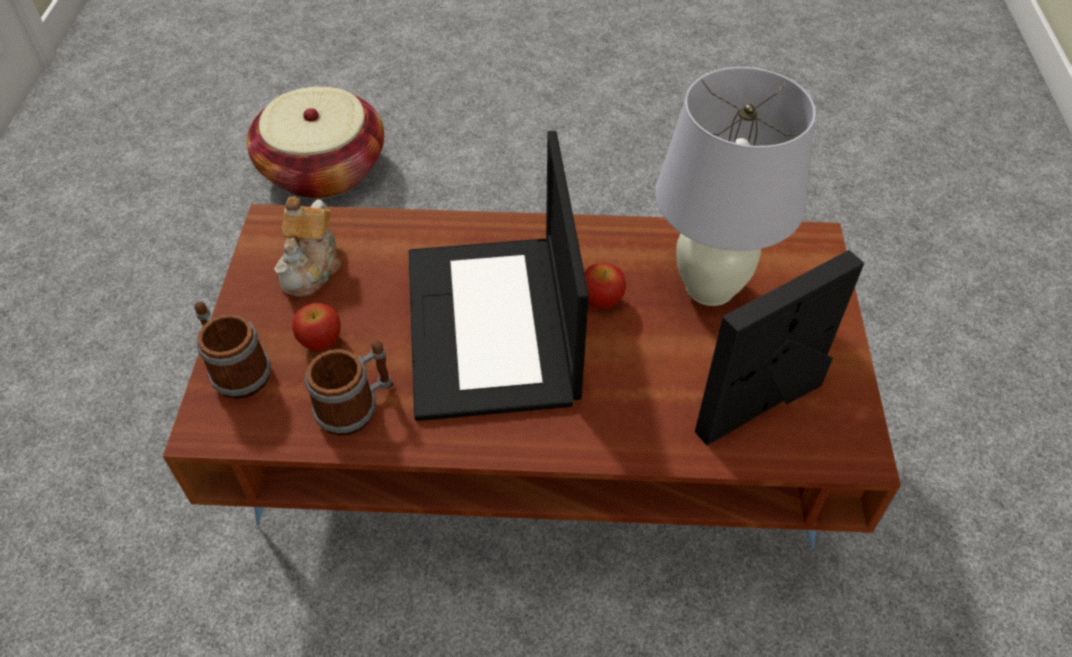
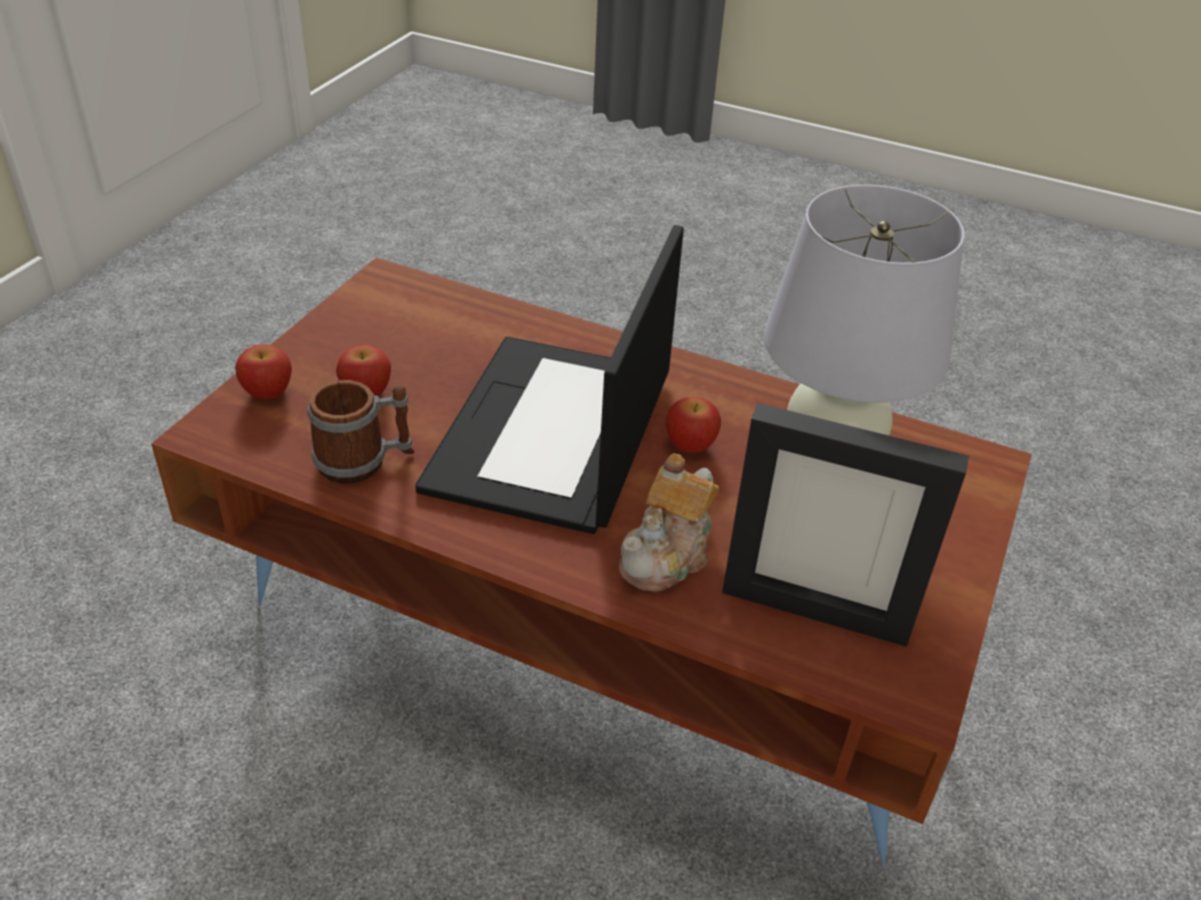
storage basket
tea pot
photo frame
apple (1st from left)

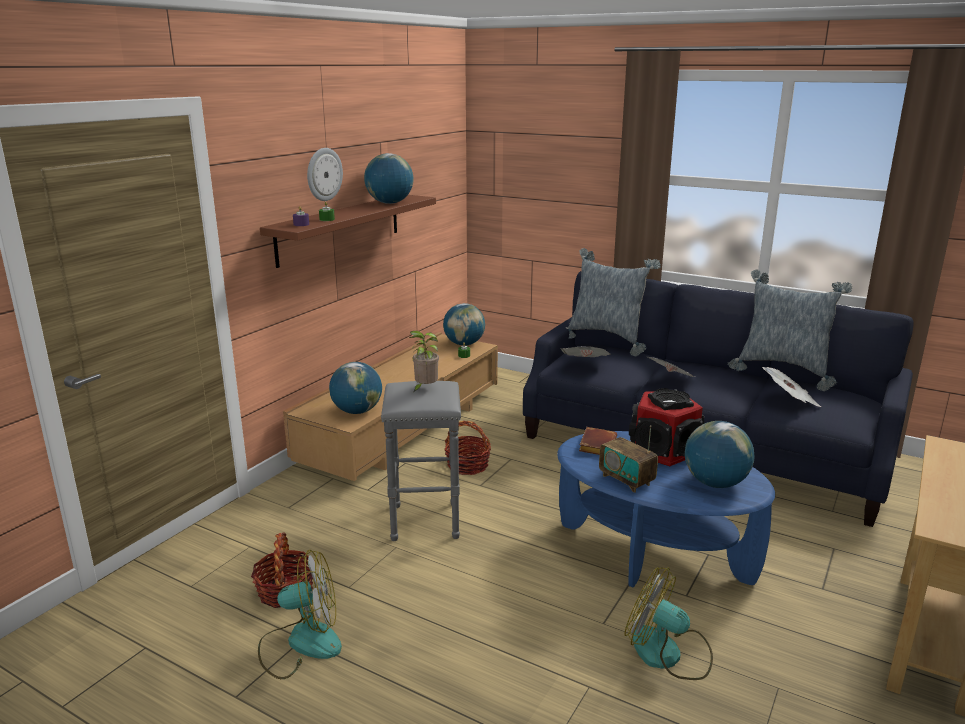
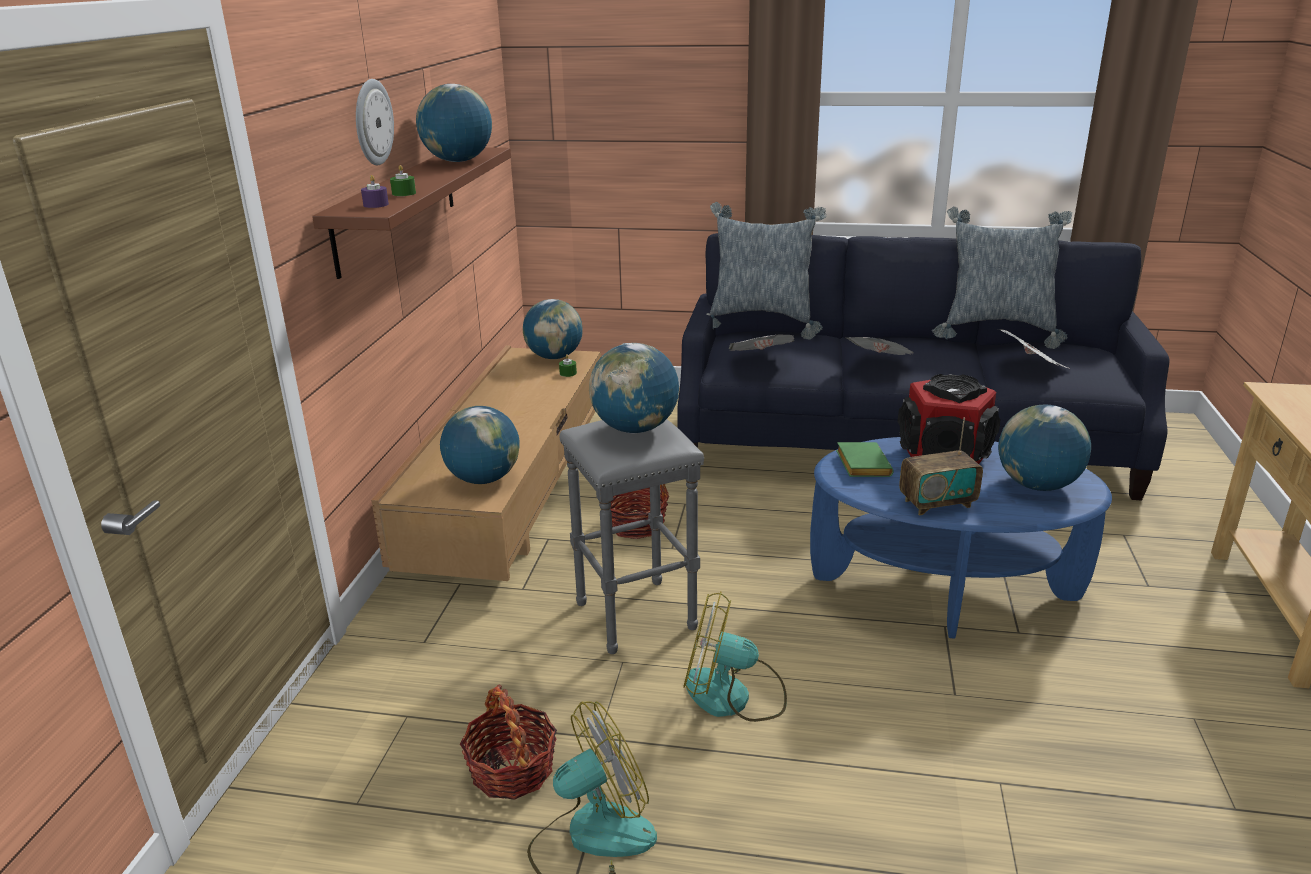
desk globe (4th from left)
radio
green-coloured book
electric fan (2nd from left)

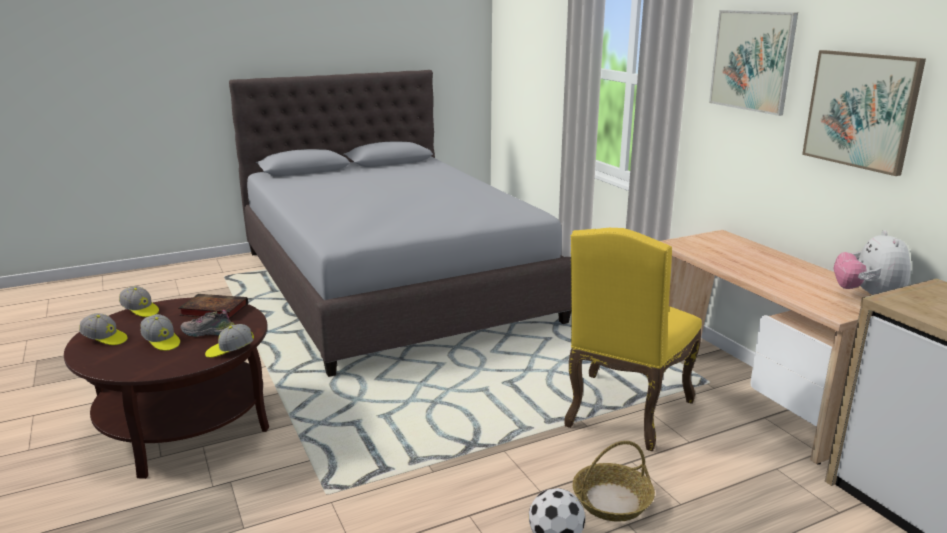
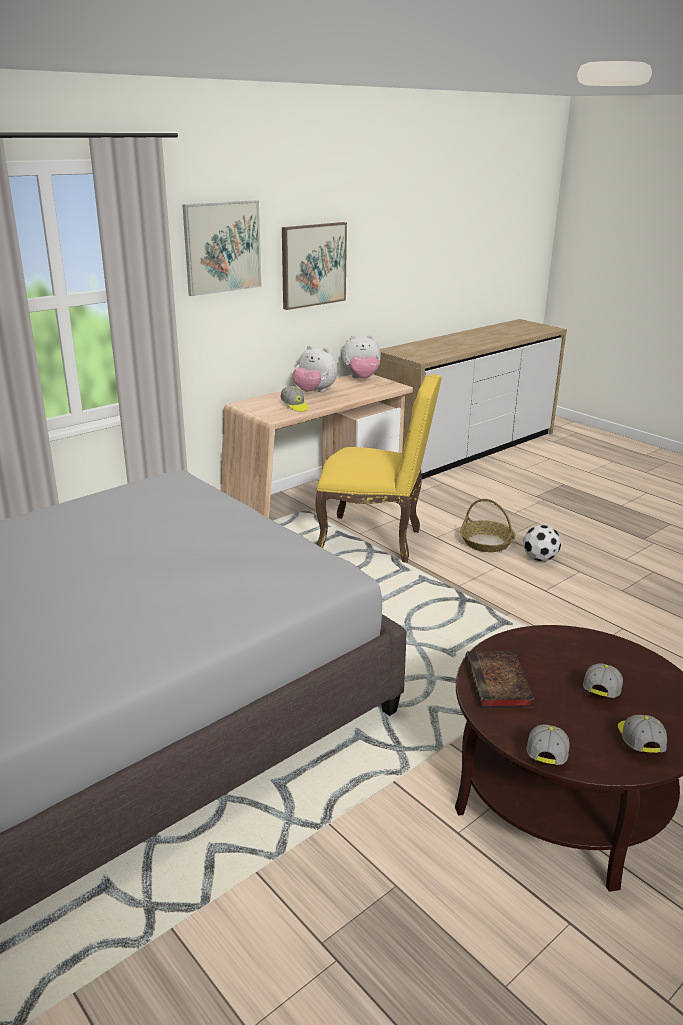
low shoe
peaked cap (1st from left)
soft toy (1st from left)

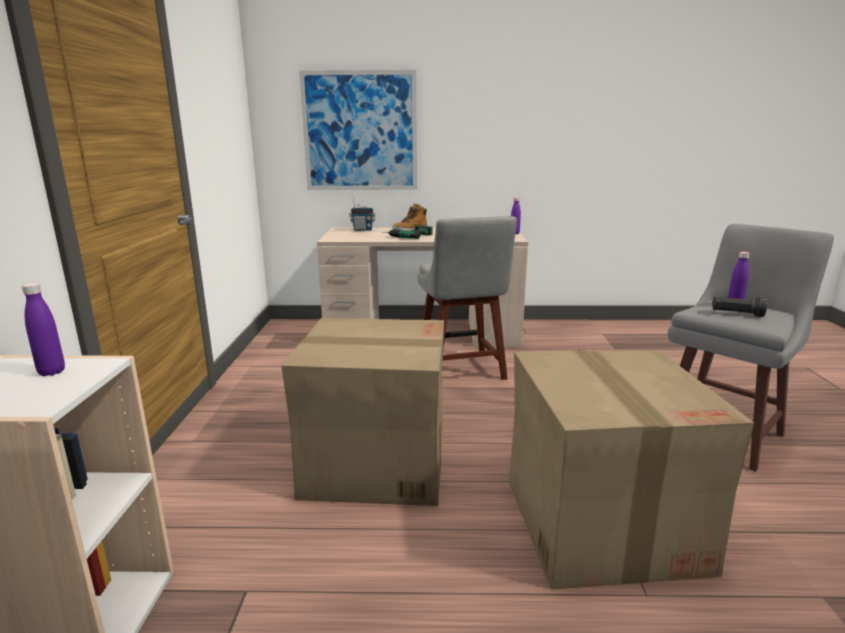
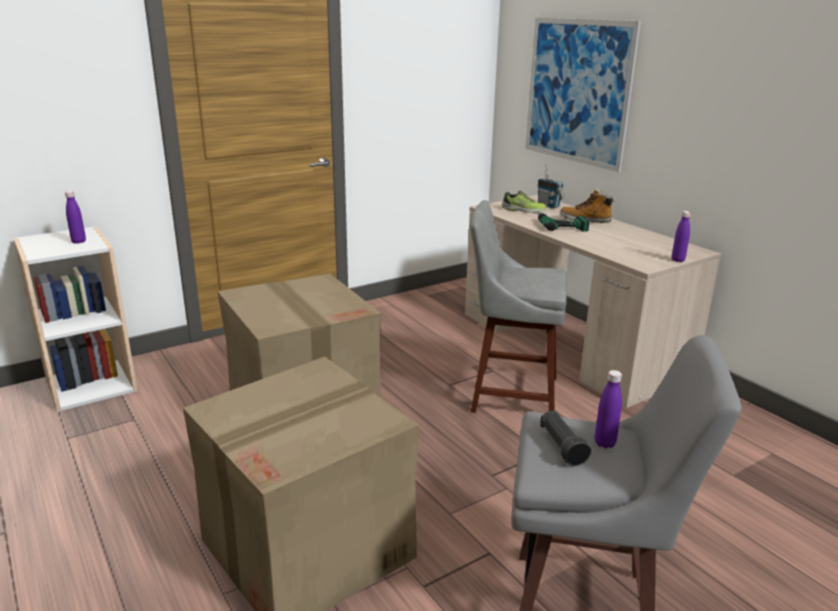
greyish chair
low shoe

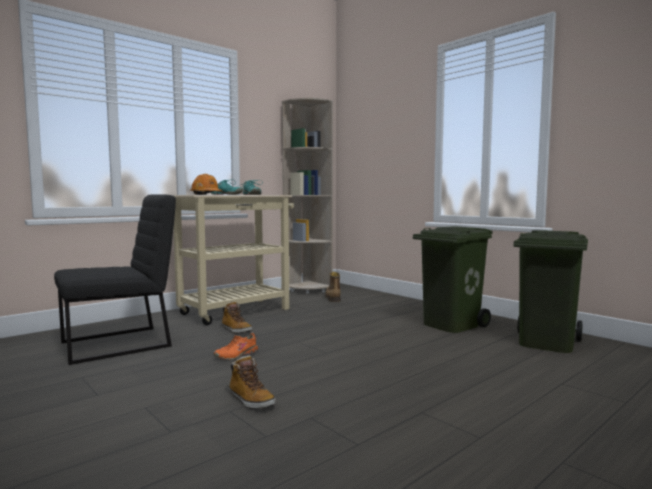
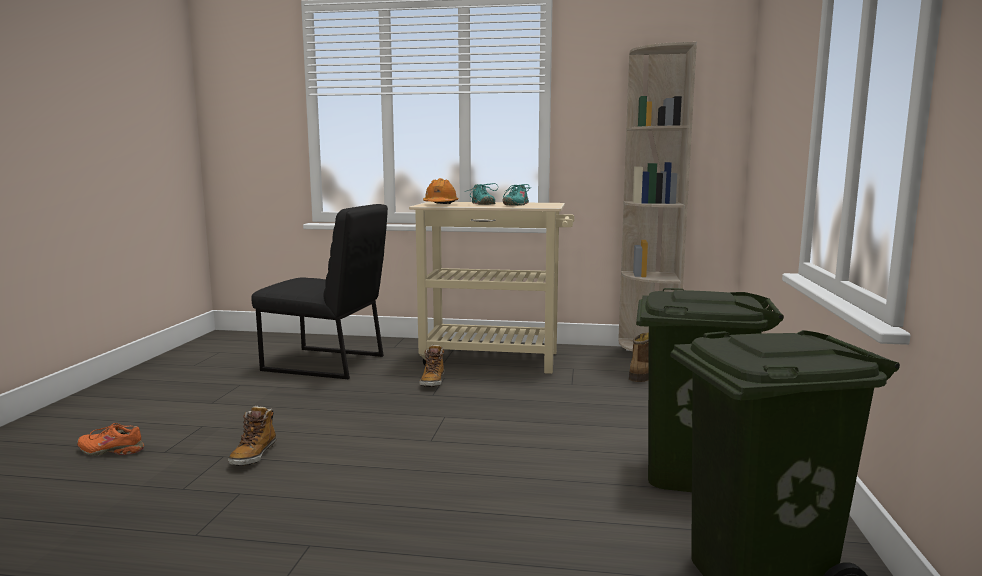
orange-coloured low shoe

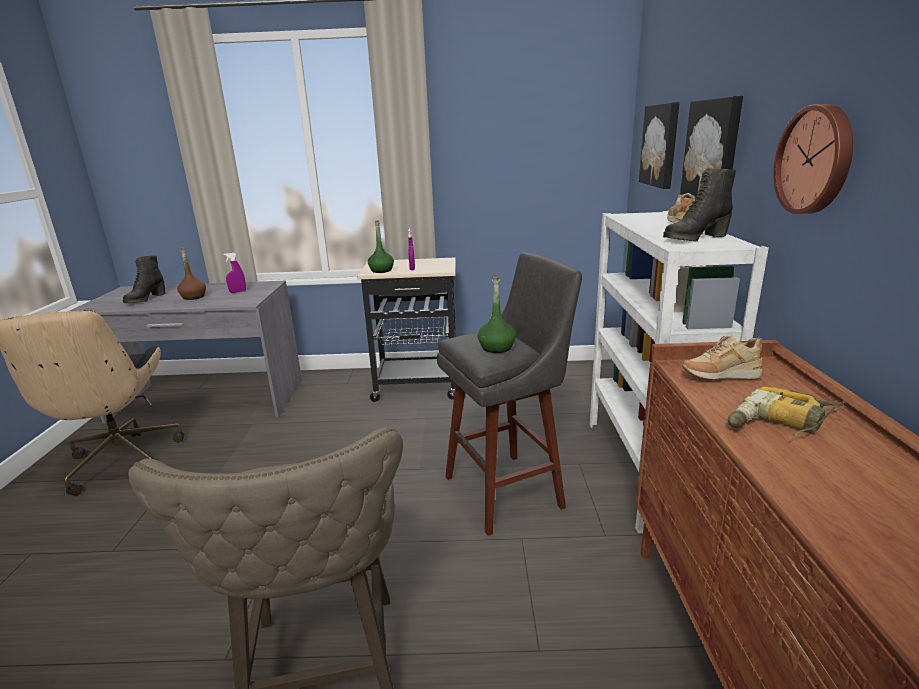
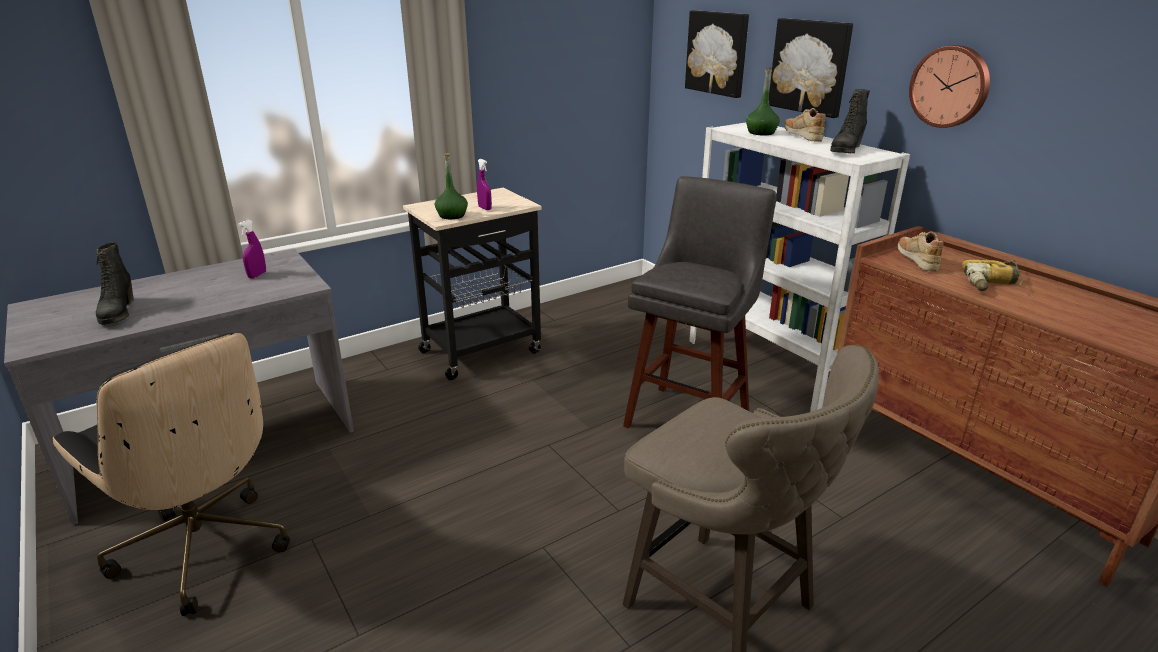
brown bottle
green-coloured bottle (2nd from left)
beige low shoe (2nd from left)

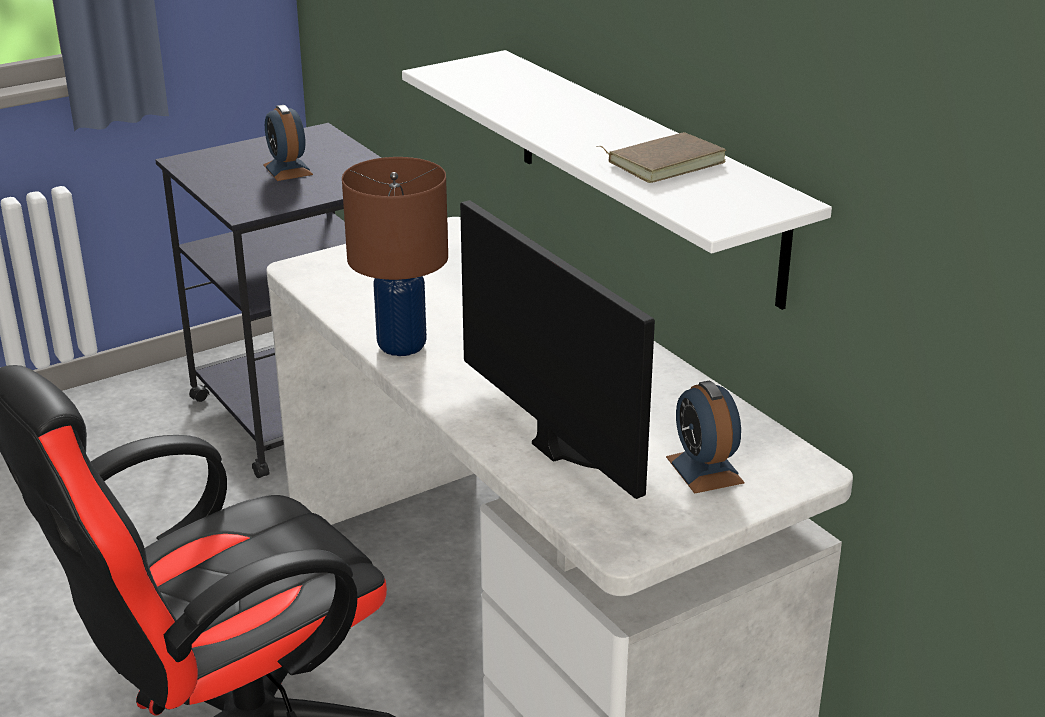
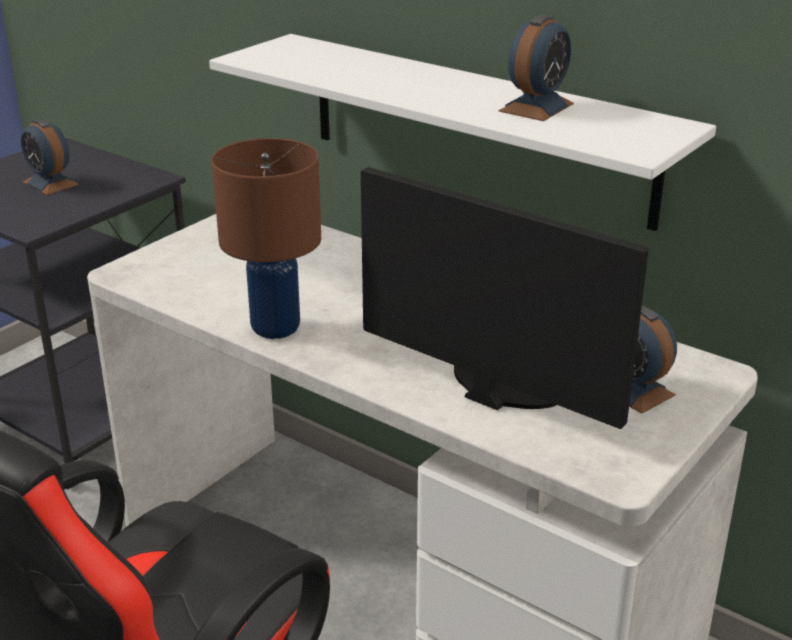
table clock (2nd from left)

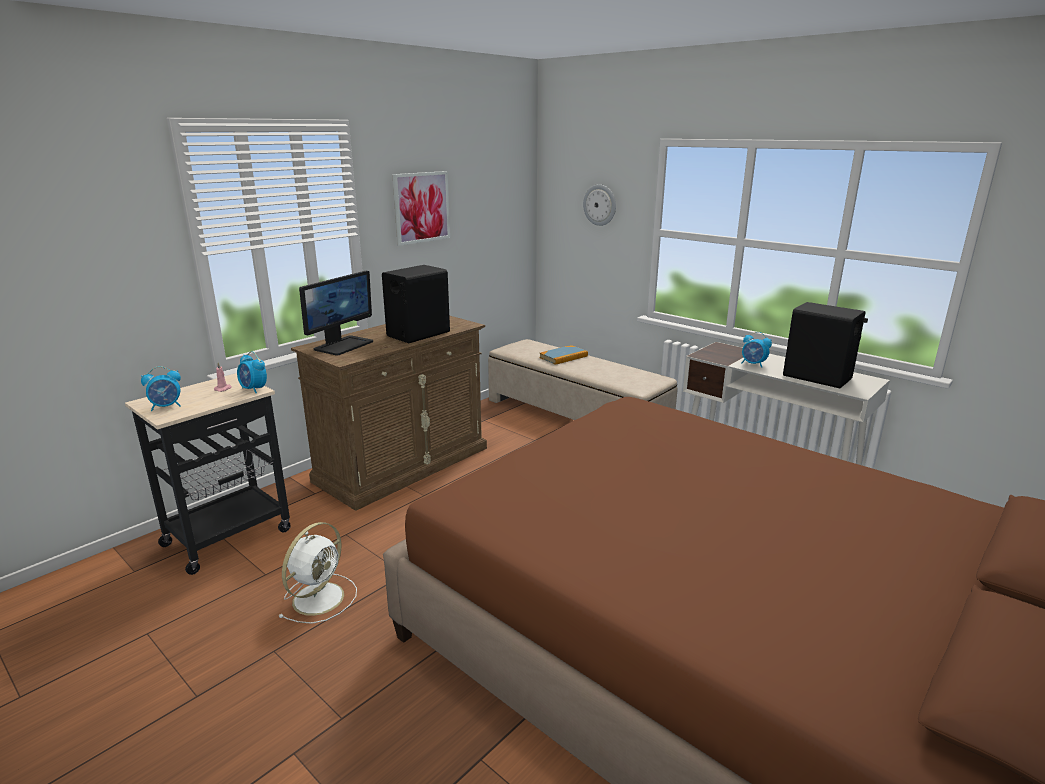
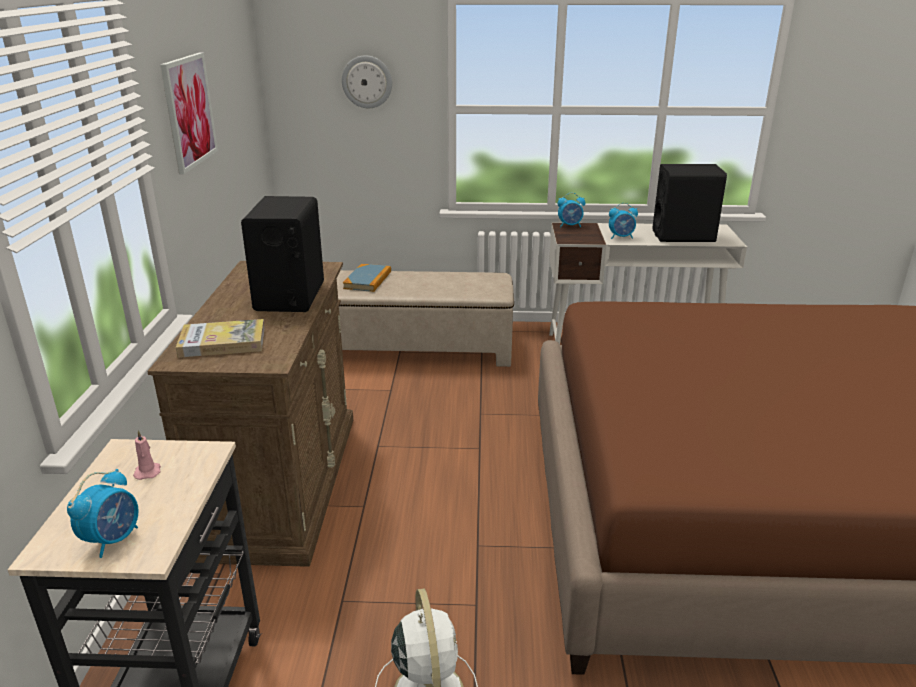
book (1st from left)
table clock (2nd from left)

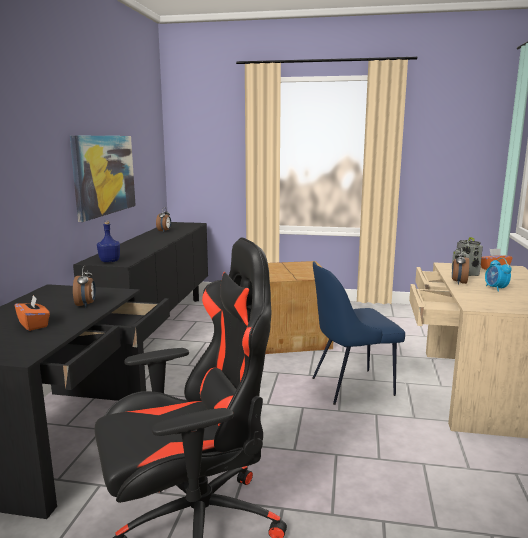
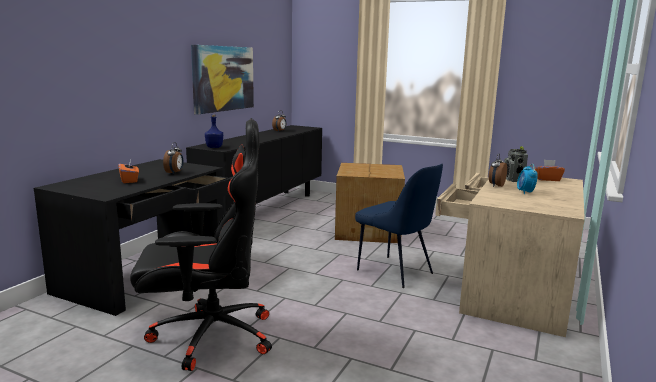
blue chair

